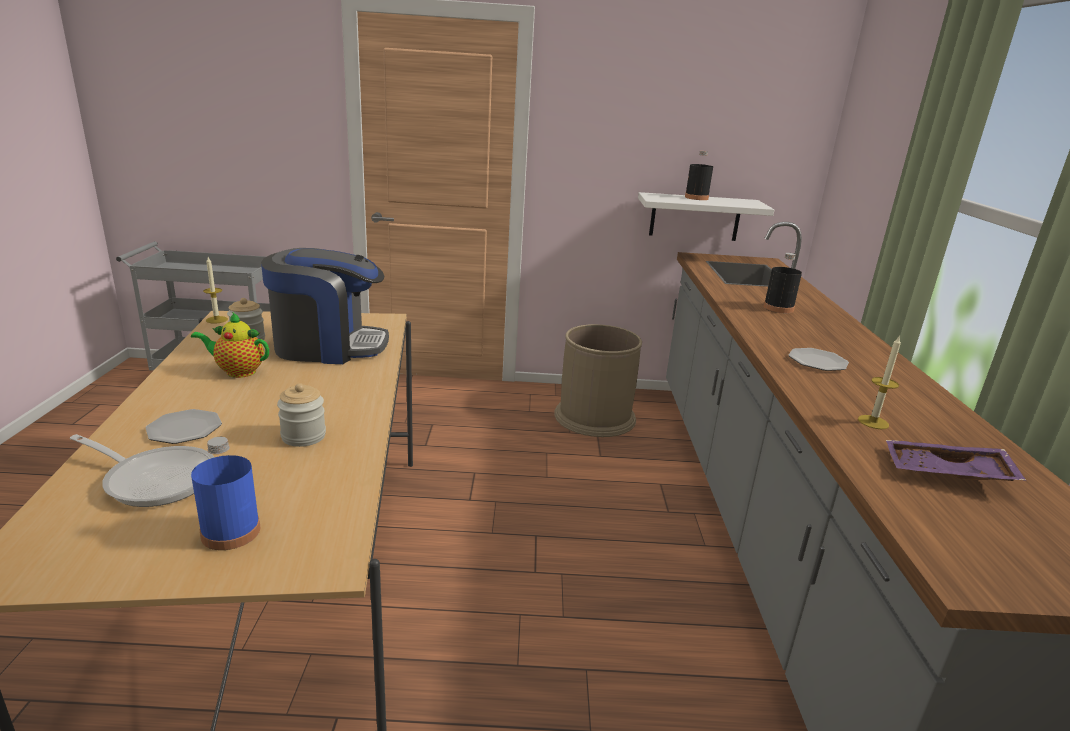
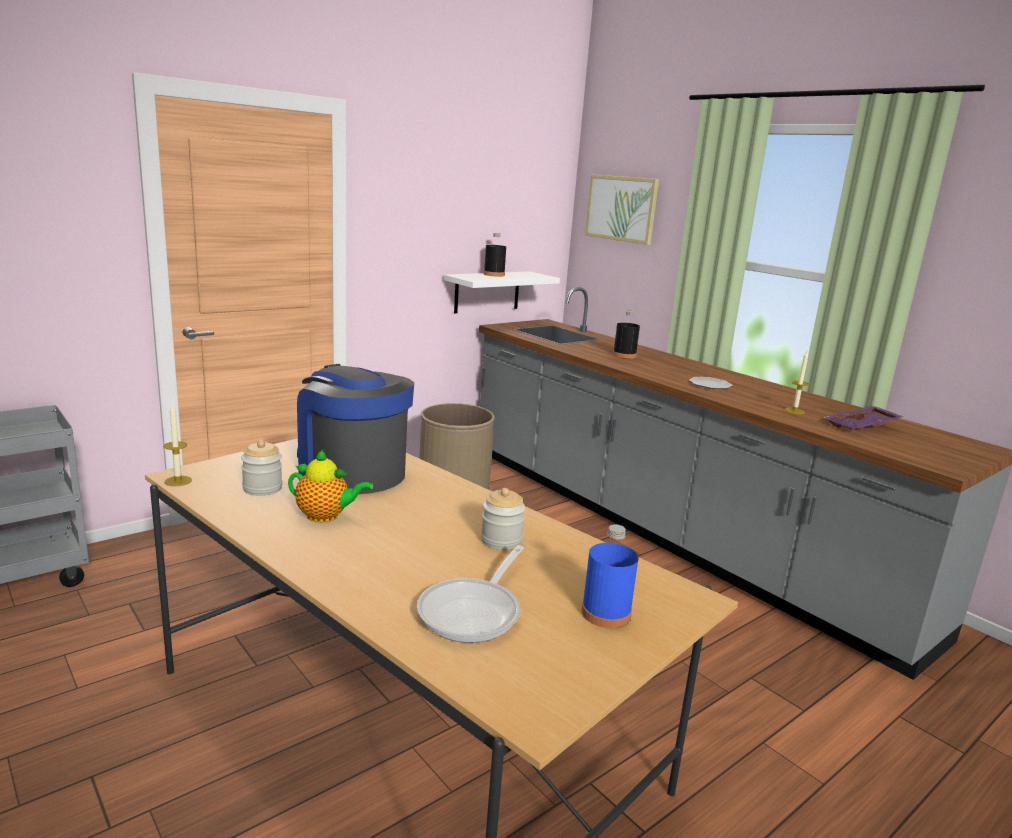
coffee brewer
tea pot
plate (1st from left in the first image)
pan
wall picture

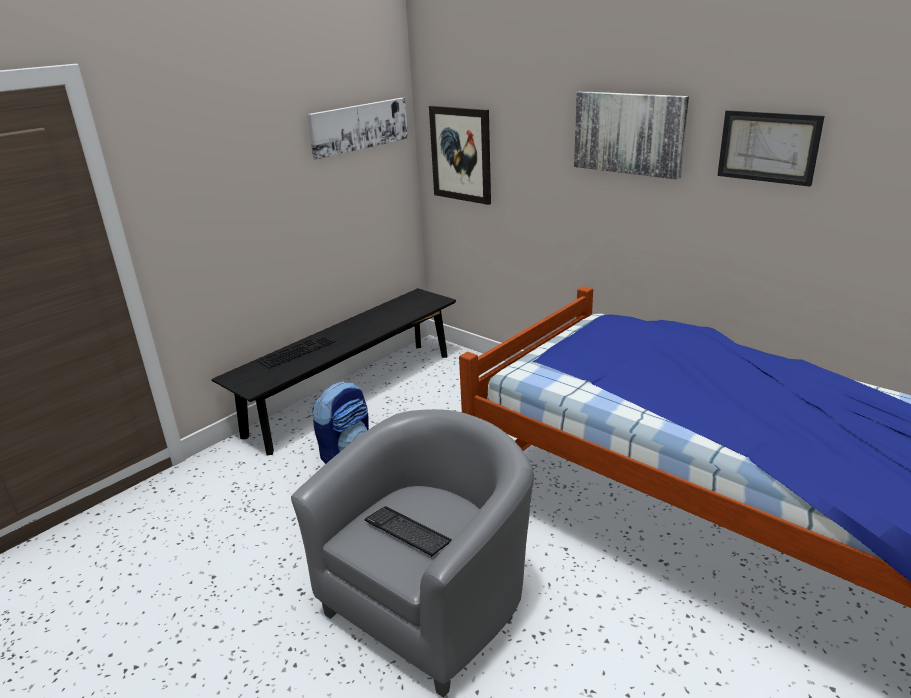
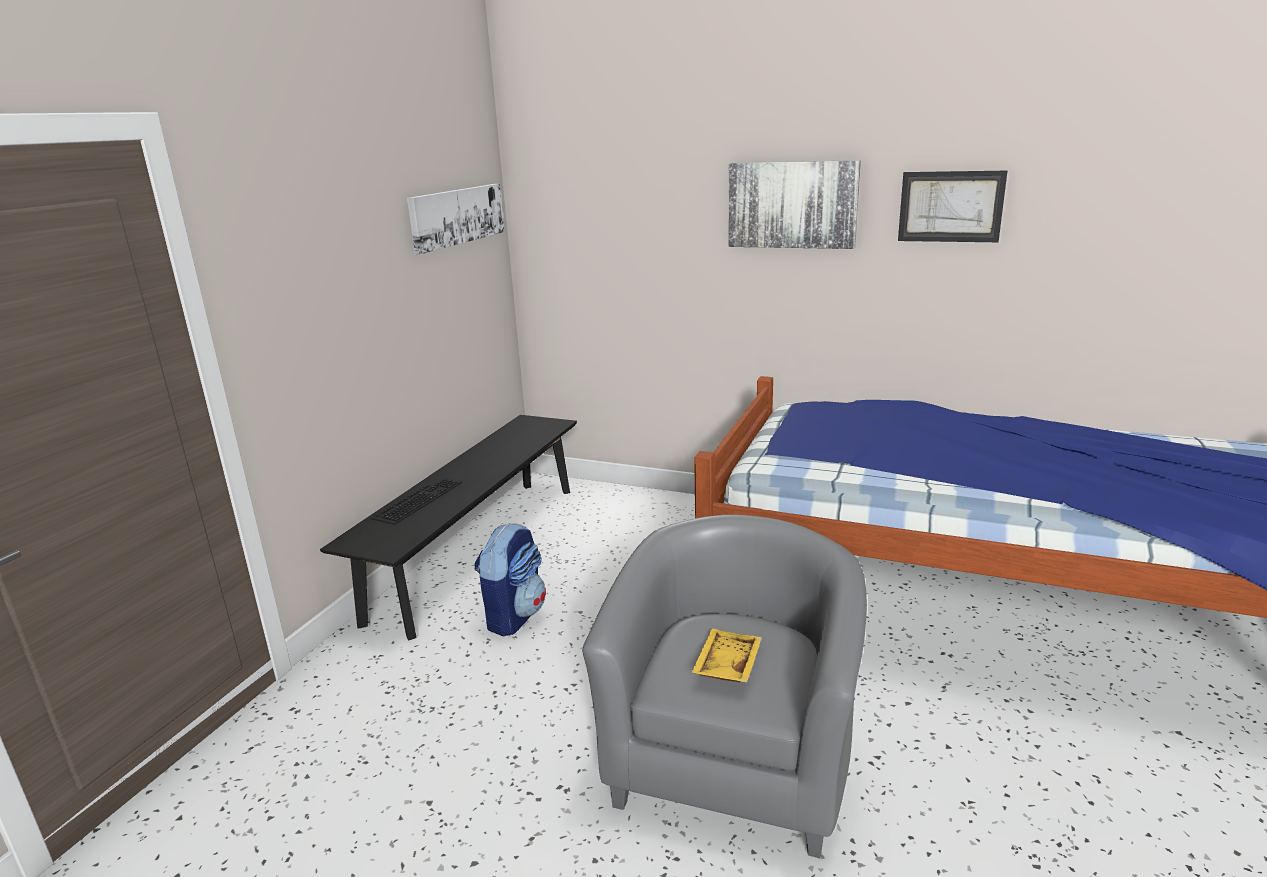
wall picture (2nd from left in the first image)
yellowish carrying tray

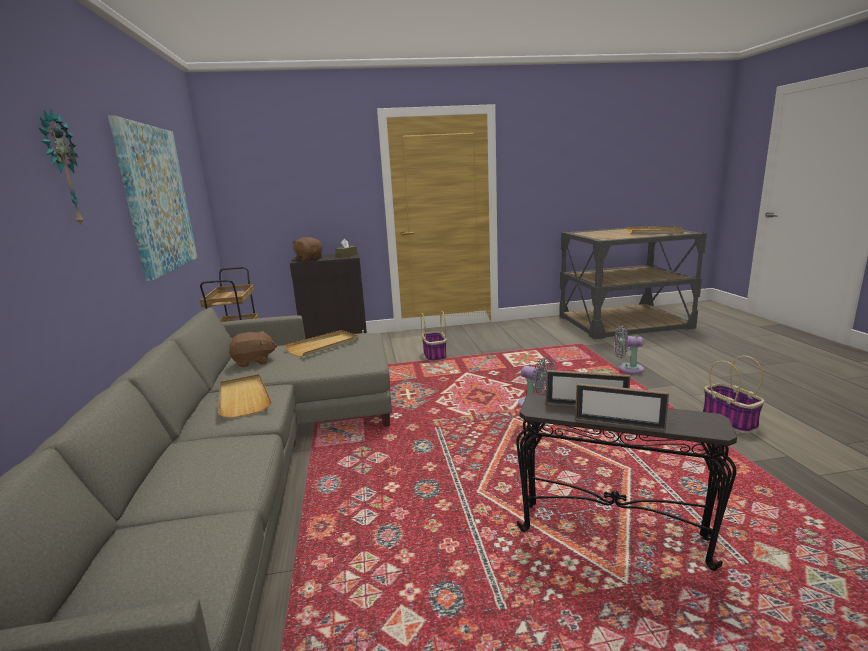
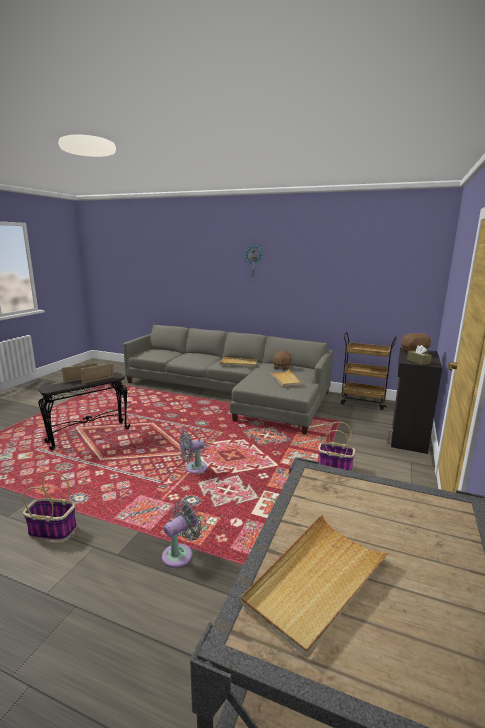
wall picture

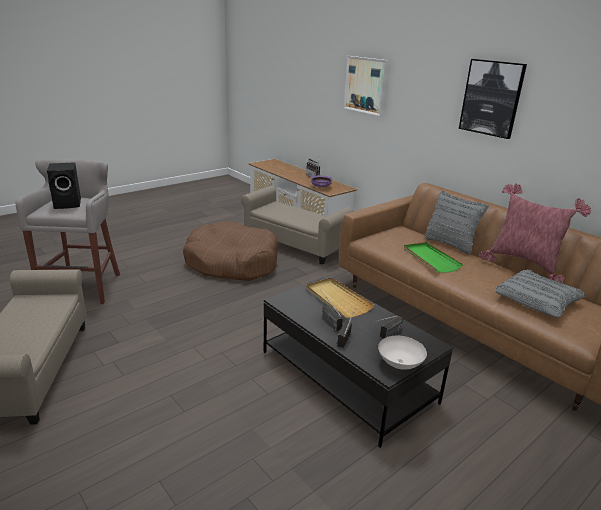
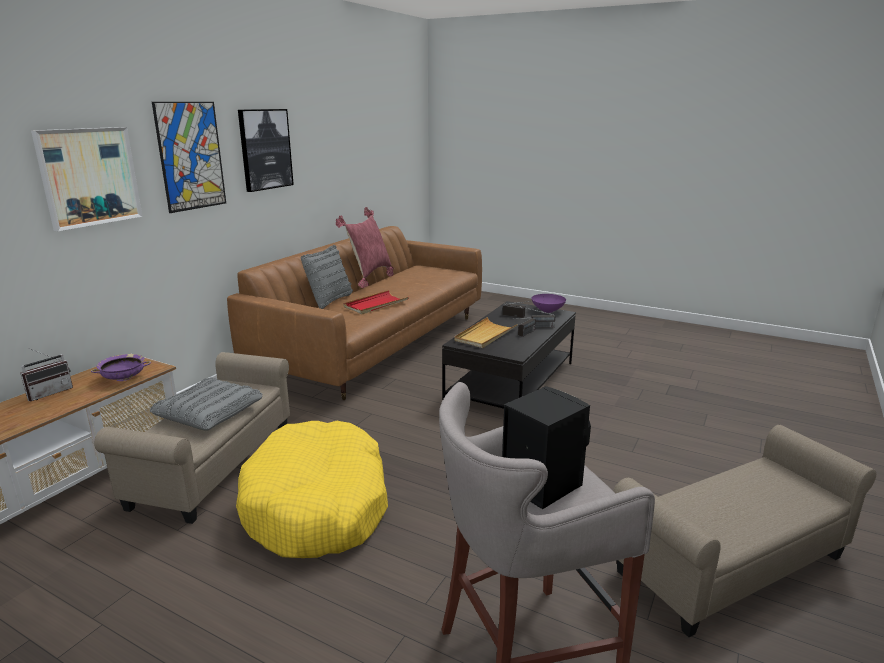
yellowish dog bed
red carrying tray
greyish cushion (1st from left)
purple-coloured bowl (2nd from left)
wall picture (2nd from left)

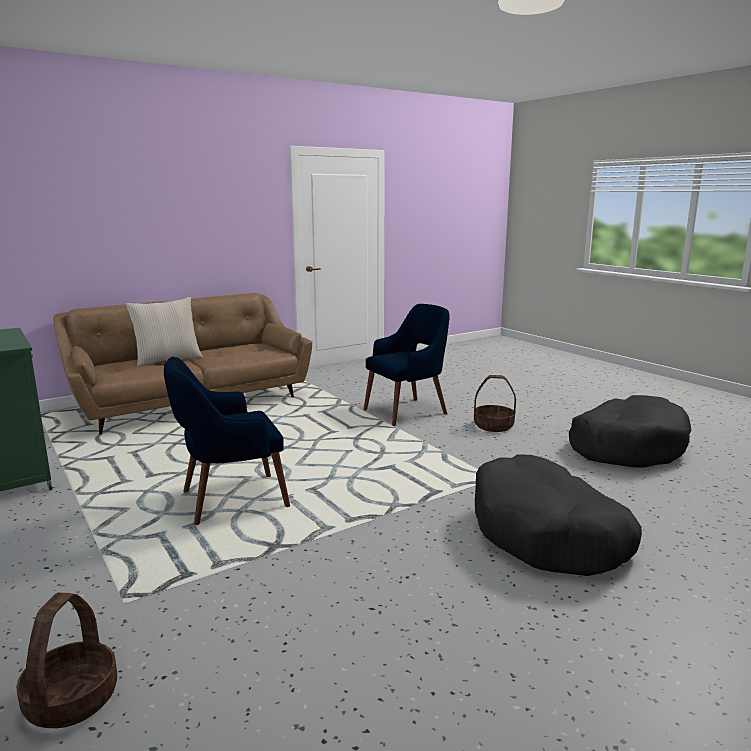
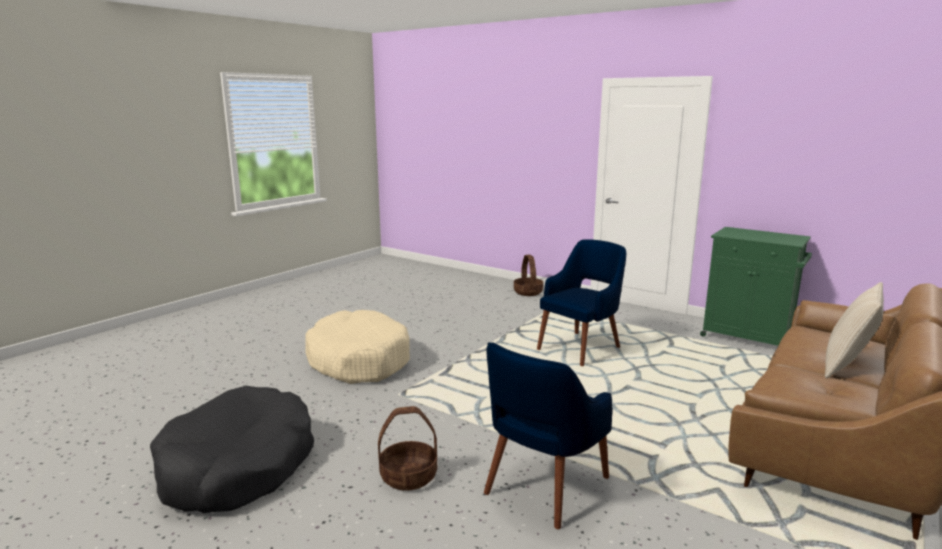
beige dog bed

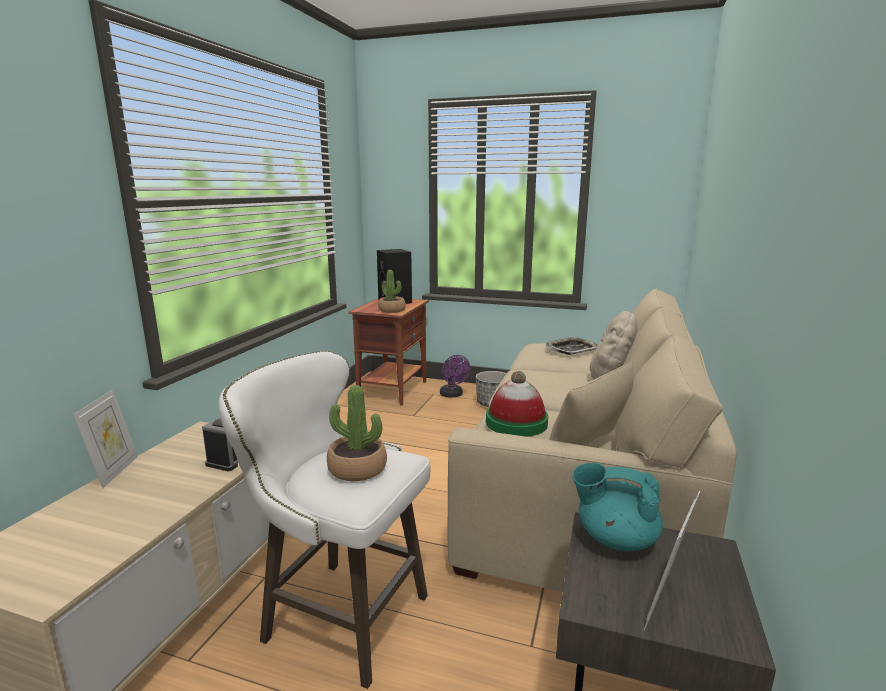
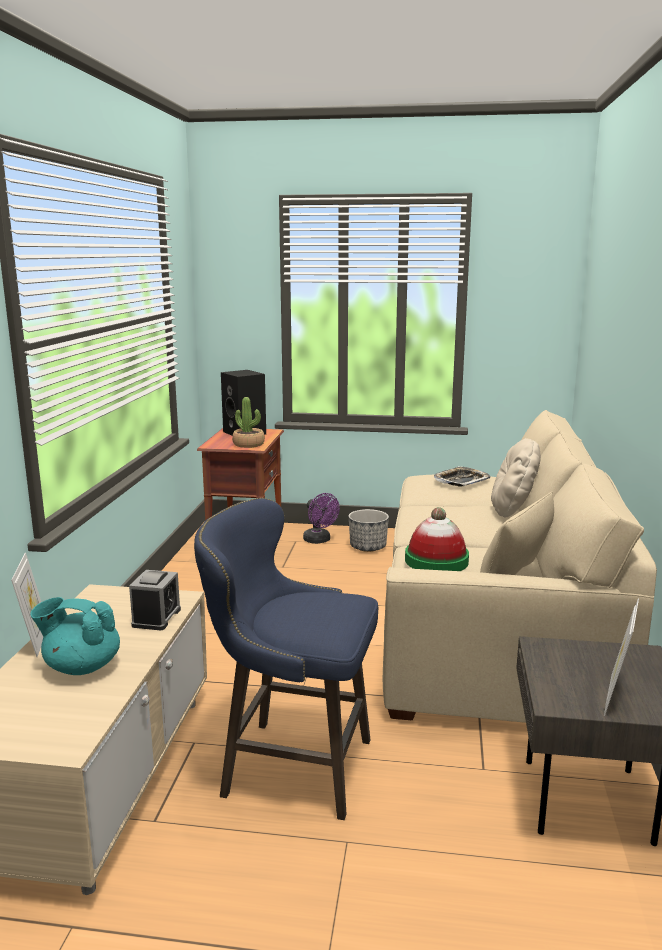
blue stool
plant in a pot (1st from left in the first image)
turquoise-coloured tea pot

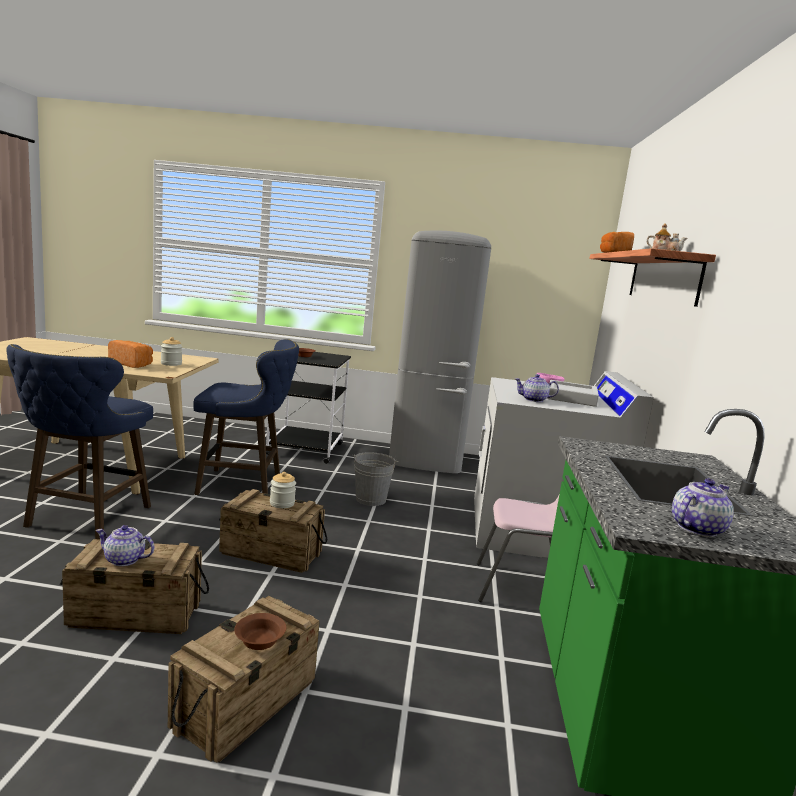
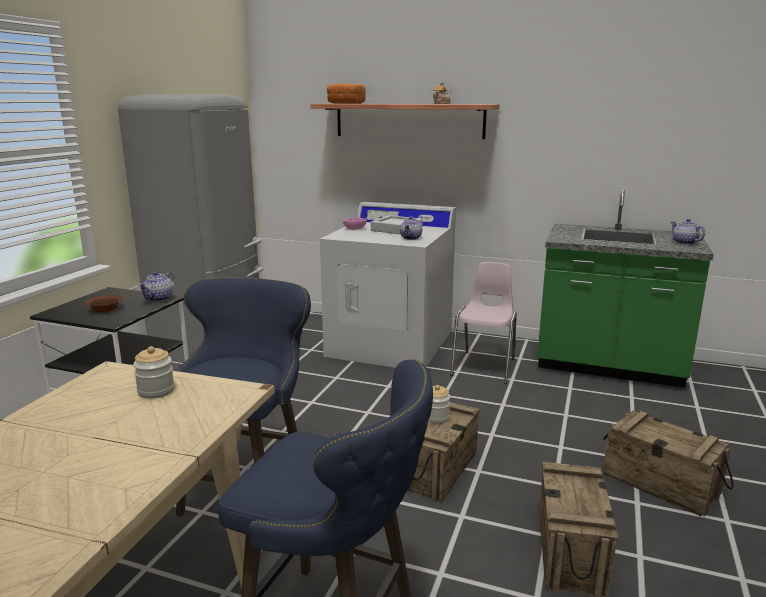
bakery bread (1st from left in the first image)
greyish pail
tea pot (1st from left)
brown bowl (1st from left in the first image)

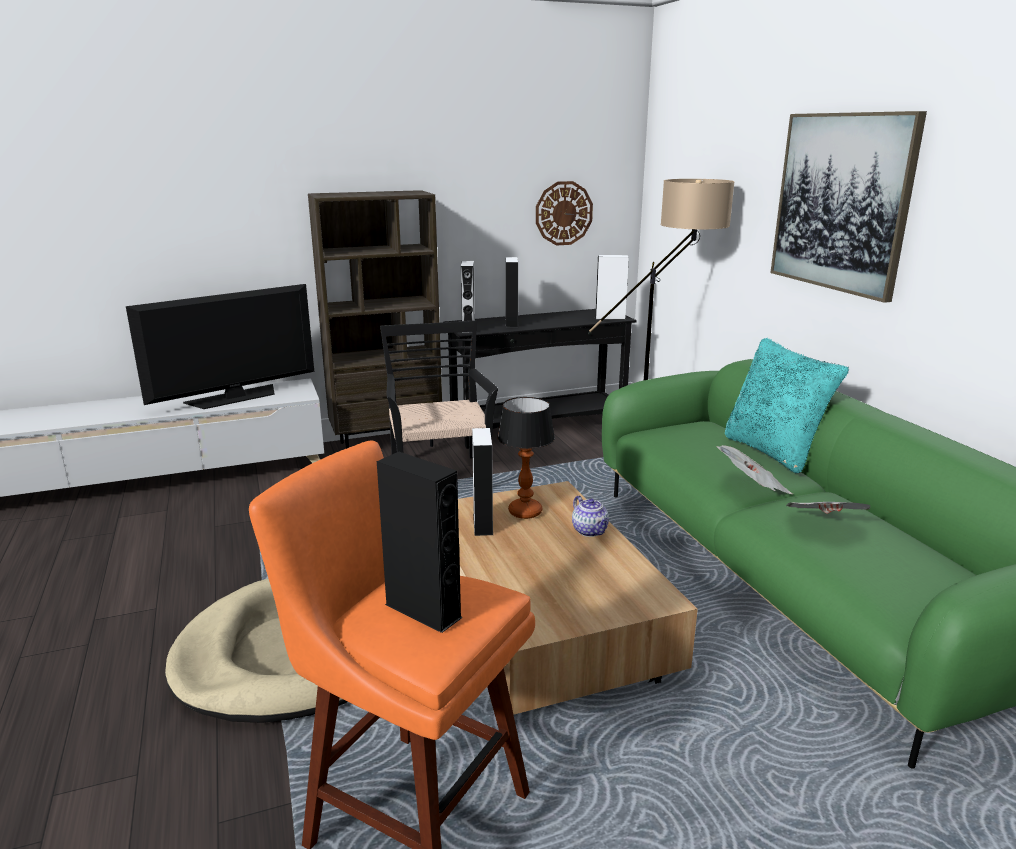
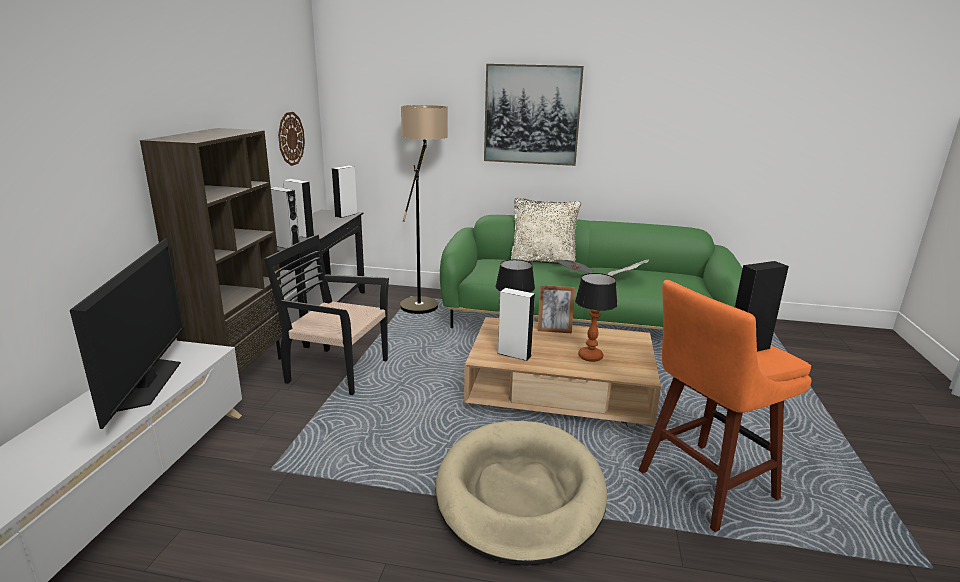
beige cushion
photo frame
tabletop lamp (2nd from left)

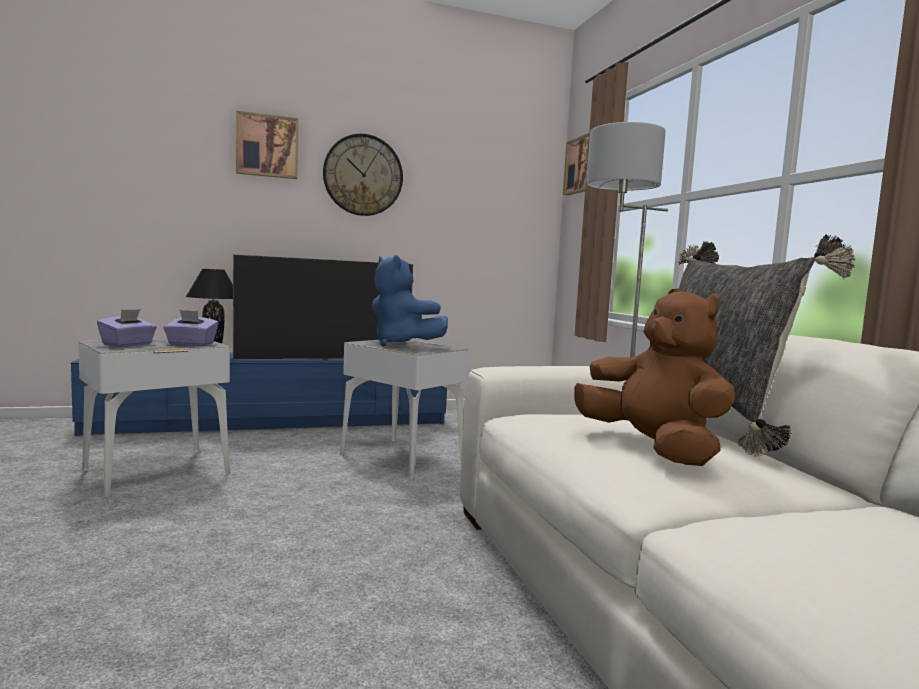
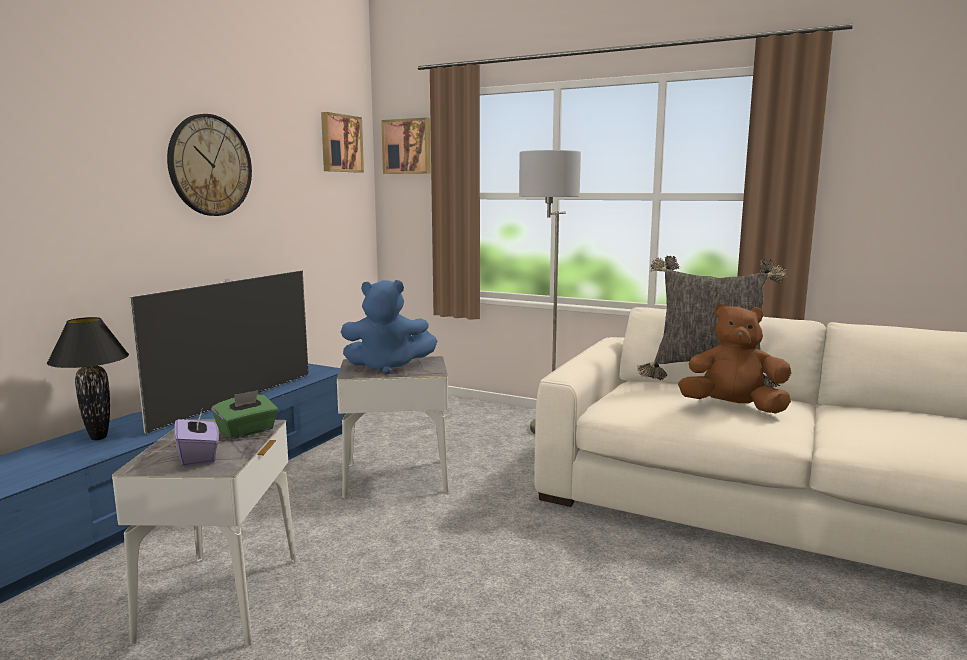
wall picture (1st from left)
green-coloured box of tissues

